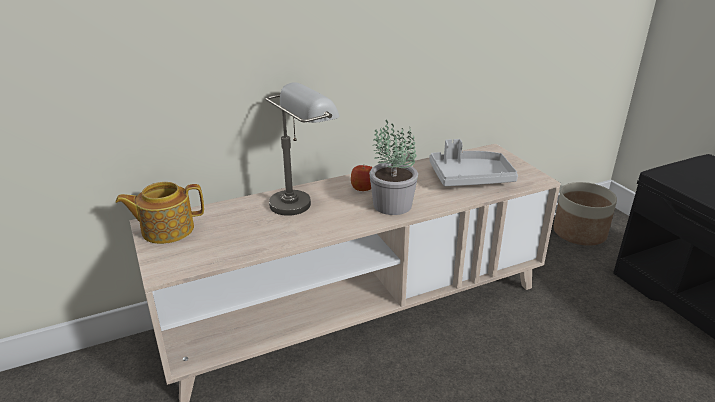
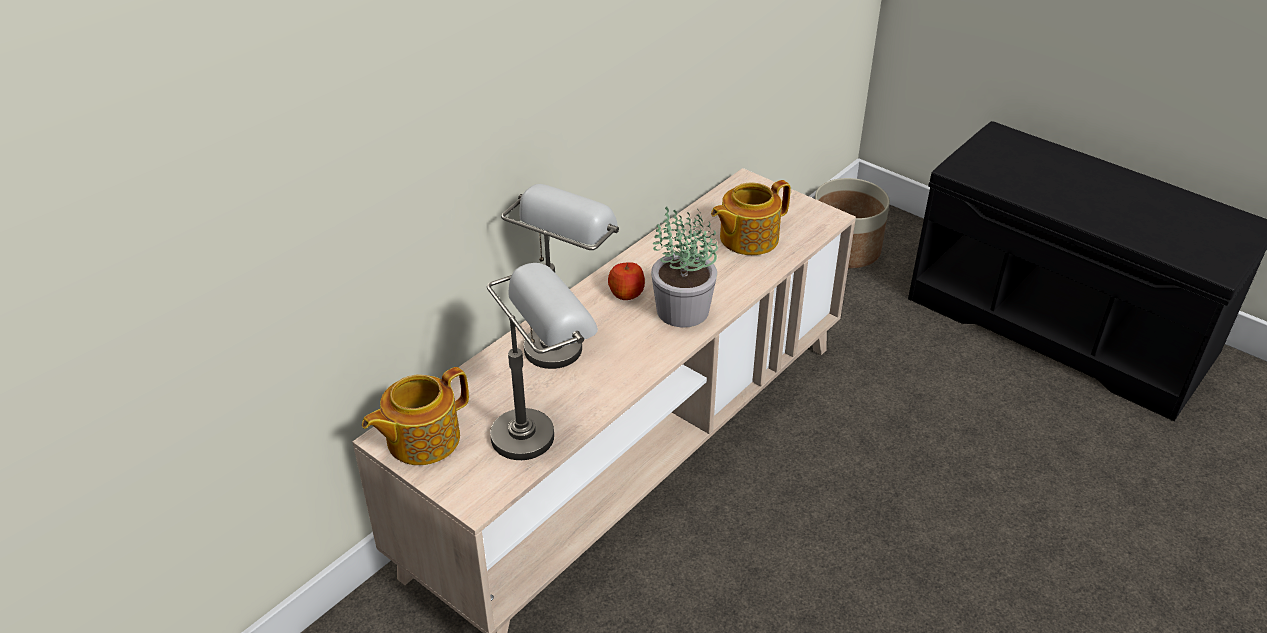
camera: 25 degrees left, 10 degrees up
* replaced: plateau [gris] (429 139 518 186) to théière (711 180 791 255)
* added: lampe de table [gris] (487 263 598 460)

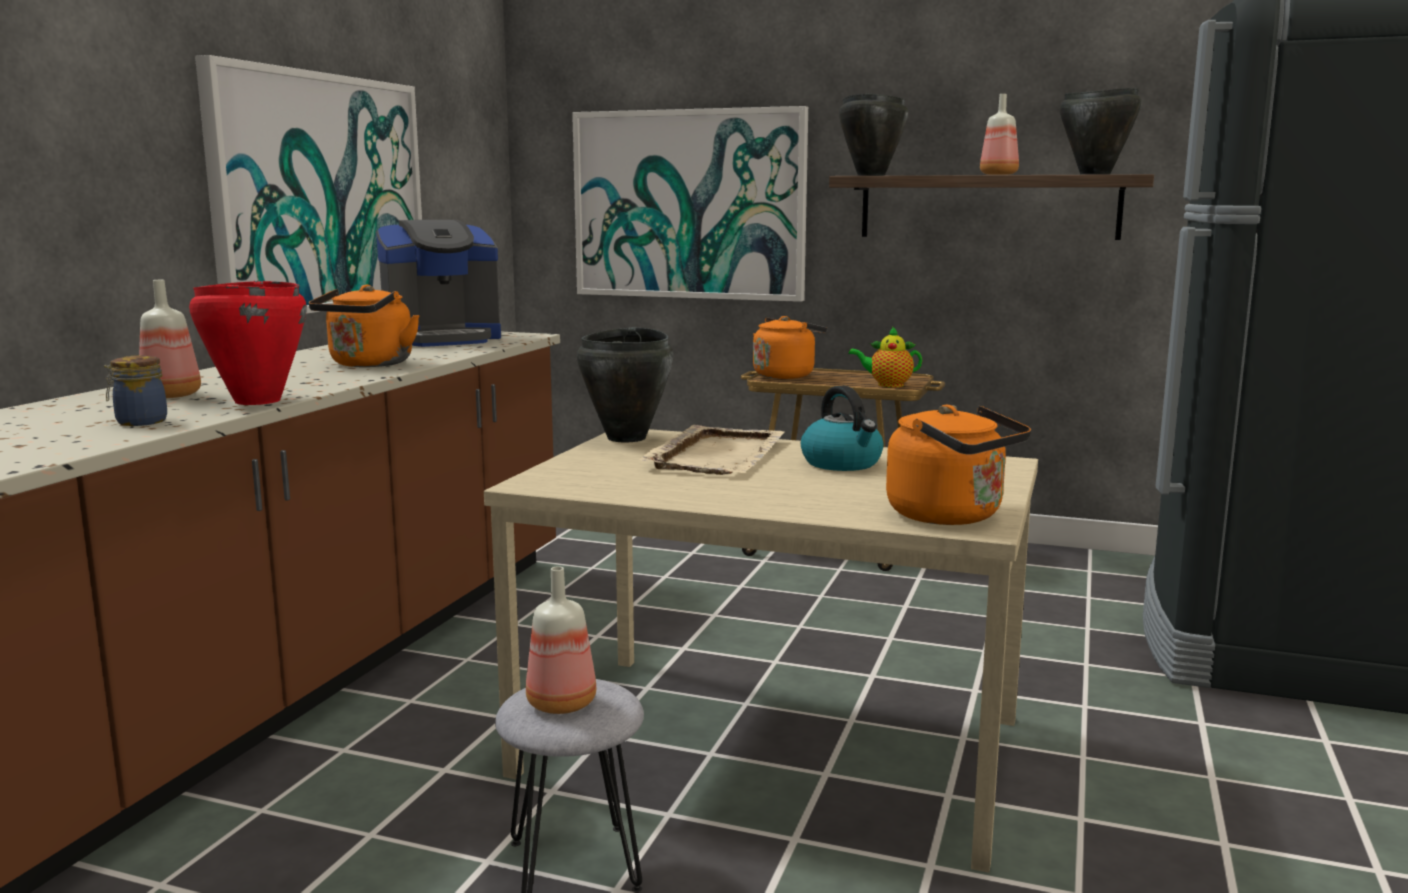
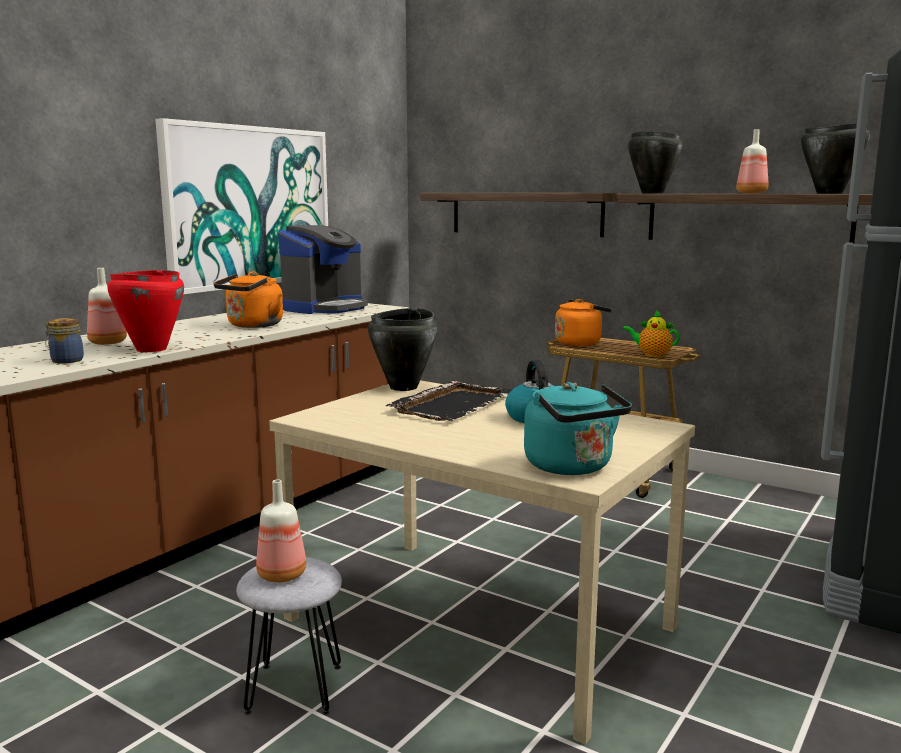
camera: 15 degrees right, 0 degrees up
* turned: machine à café (376 220 501 347) = (278 225 368 314) 45 degrees counterclockwise
* replaced: tableau (572 106 808 302) to étagère (421 193 621 237)
* recoloured: plateau [beige] (639 425 785 475) to plateau [noir] (385 381 511 421)
* recoloured: bouilloire [orange] (886 405 1031 525) to bouilloire [turquoise] (524 382 632 475)

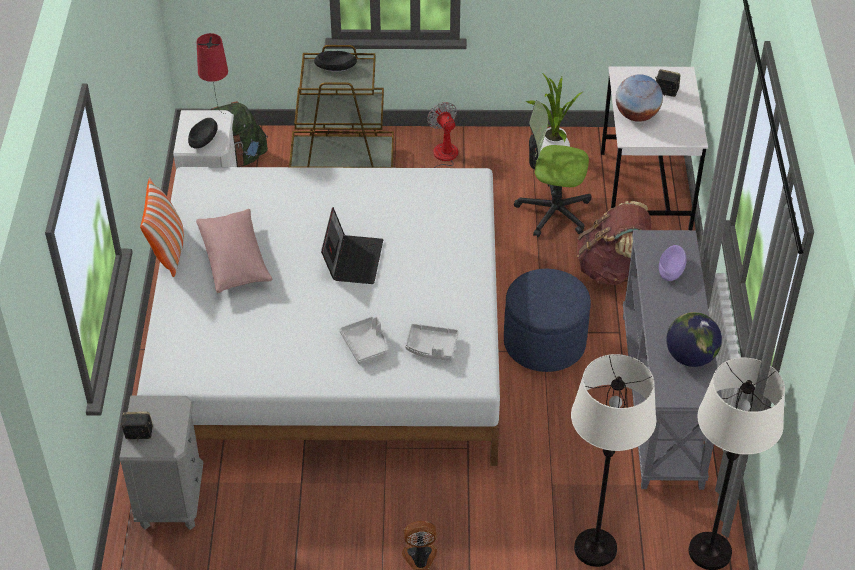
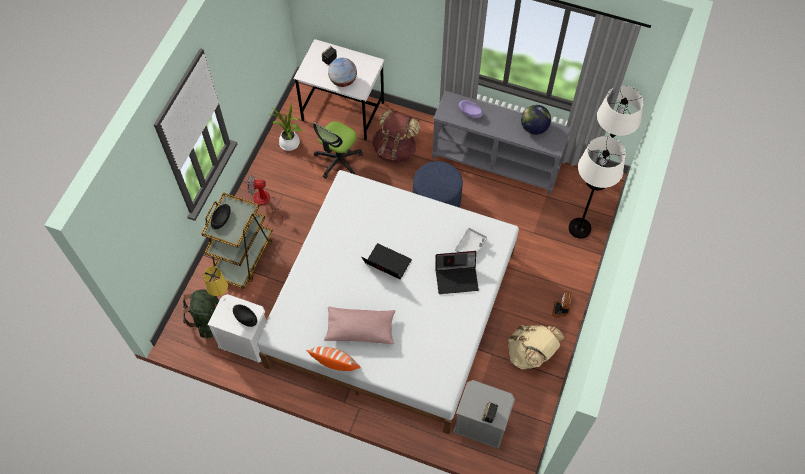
camera: 70 degrees left, 15 degrees up
* recoloured: lampe de table [rouge] (197 33 228 114) to lampe de table [jaune] (203 266 228 301)
* replaced: plateau [gris] (339 317 387 364) to ordinateur portable (436 251 479 294)
* added: sac à dos [beige] (508 325 564 369)

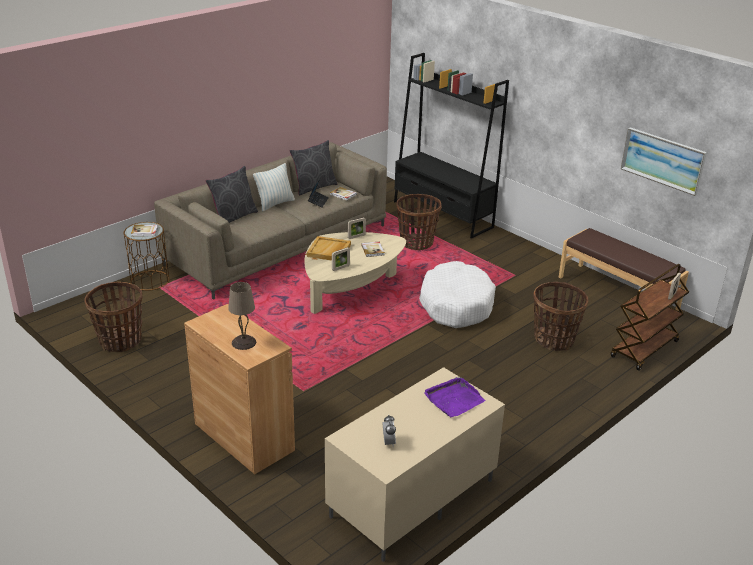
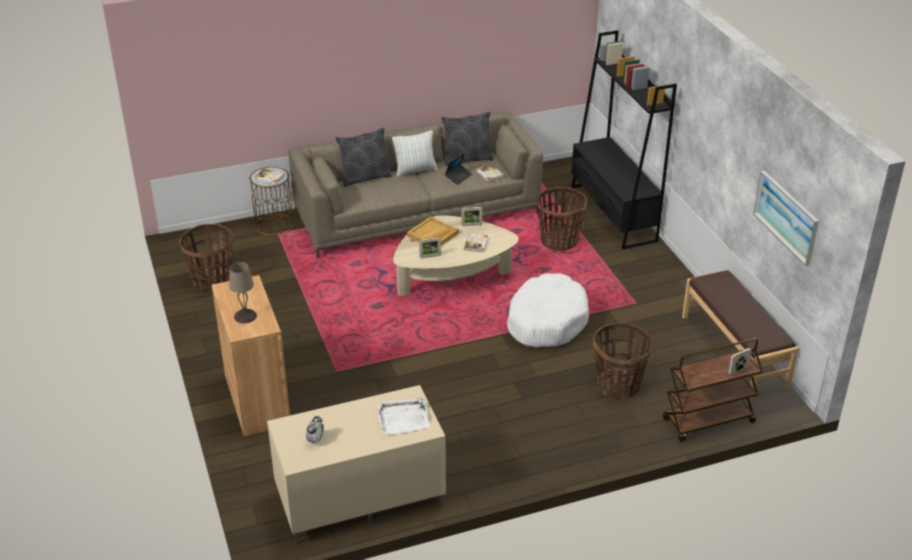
camera: 25 degrees right, 5 degrees up
* recoloured: plateau [violet] (424 377 485 417) to plateau [blanc] (378 398 430 434)

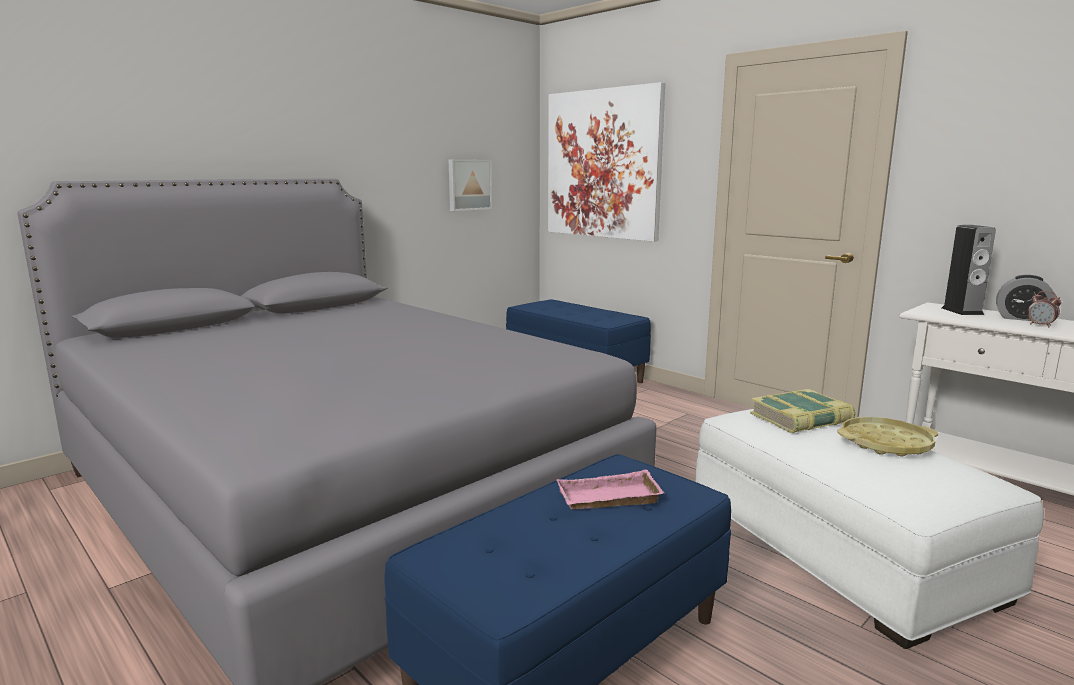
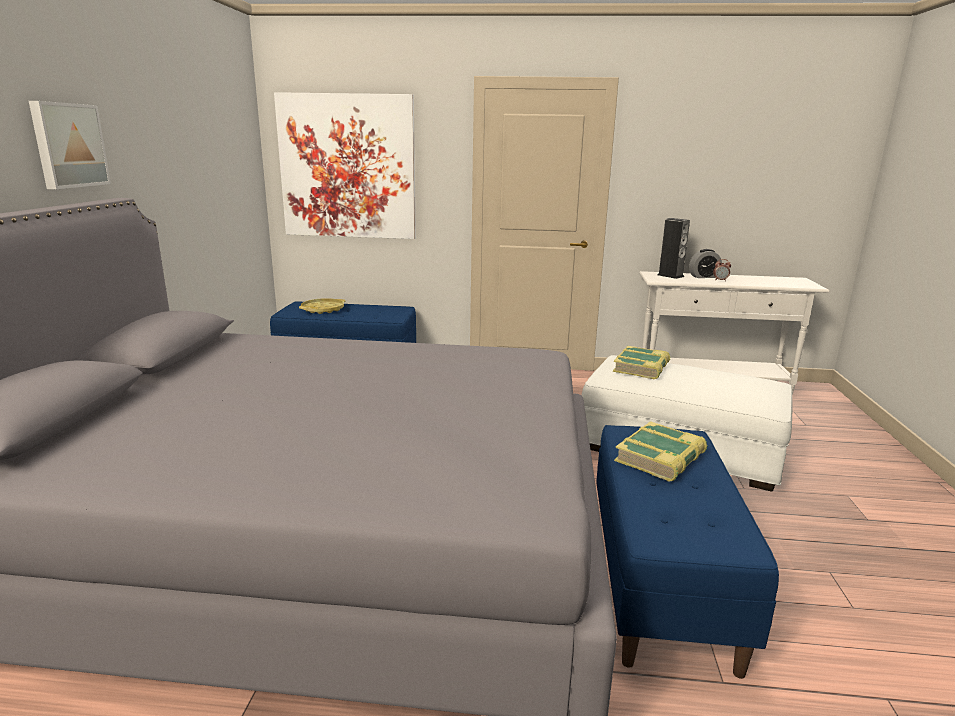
camera: 40 degrees left, 5 degrees up
* moved: tableau (448 159 492 211) to (29 101 111 189)
* replaced: plateau [rose] (556 470 664 509) to livre (614 421 708 482)
* moved: plateau [jaune] (837 417 938 456) to (299 298 346 314)

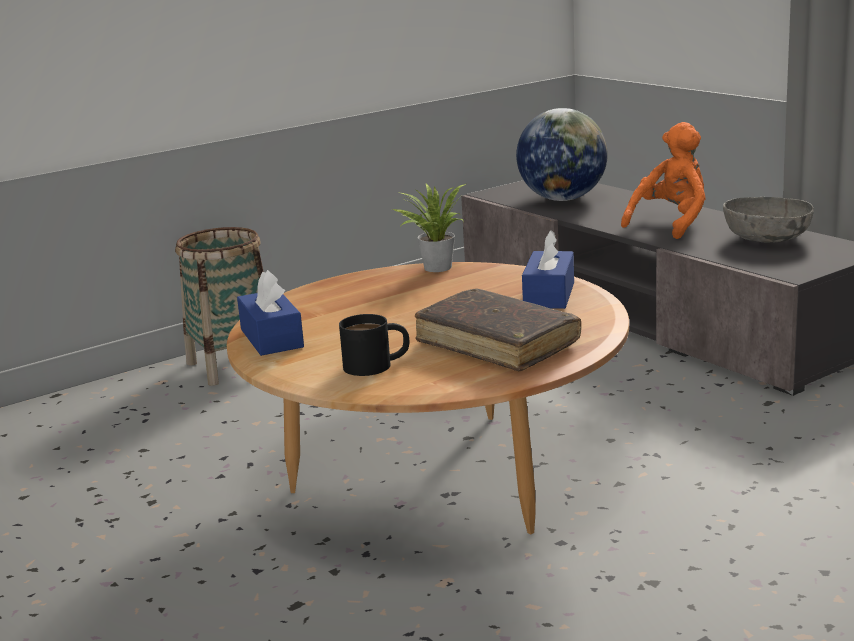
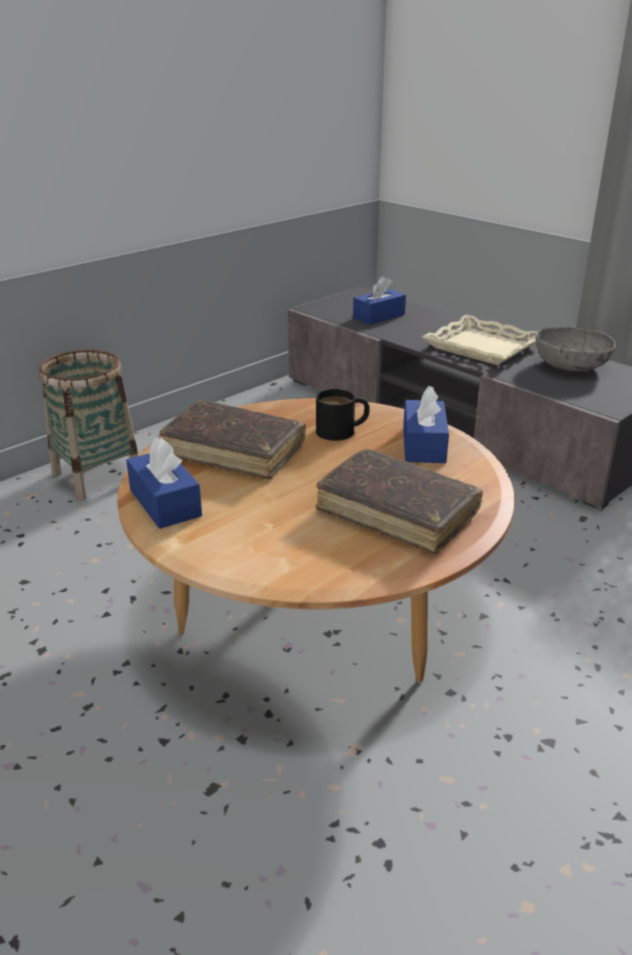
camera: 10 degrees left, 10 degrees up
* moved: mug [noir] (339 314 409 376) to (316 389 370 441)
* removed: plante en pot (393 184 466 272)
* replaced: globe (516 108 608 201) to boîte à mouchoirs [bleu] (353 276 406 325)
* replaced: peluche [orange] (621 122 706 239) to plateau [beige] (422 315 537 365)
* added: livre [marron] (159 400 306 479)

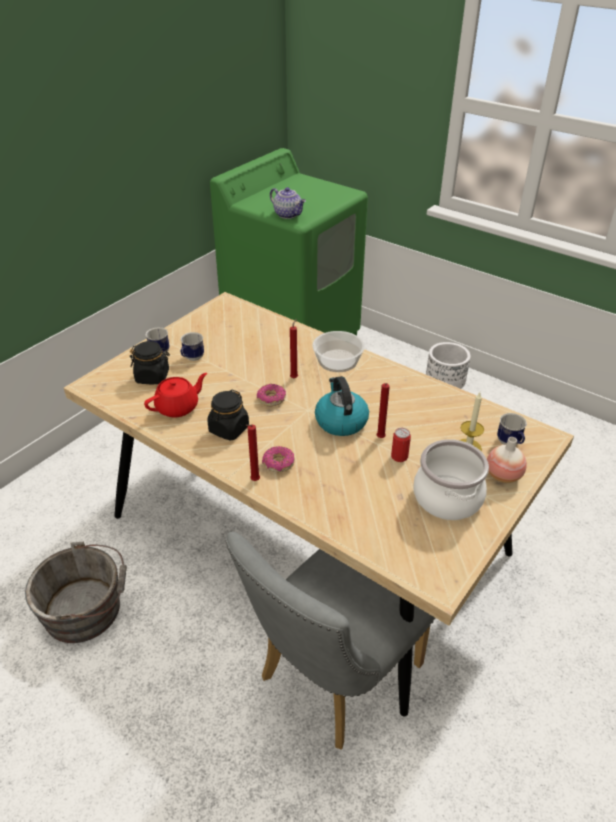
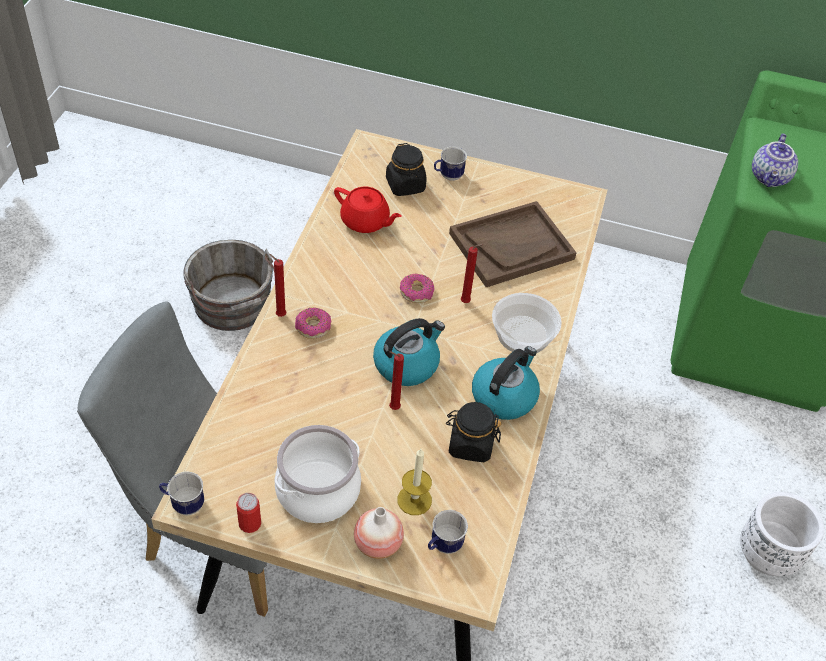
camera: 65 degrees right, 10 degrees up
* moved: mug (181 332 204 361) to (159 471 204 515)
* moved: bocal [noir] (207 390 249 440) to (446 402 501 462)
* moved: boîte métallique (391 428 411 462) to (236 493 261 533)
* added: plateau [marron] (449 201 577 287)
* added: bouilloire (472 346 540 420)

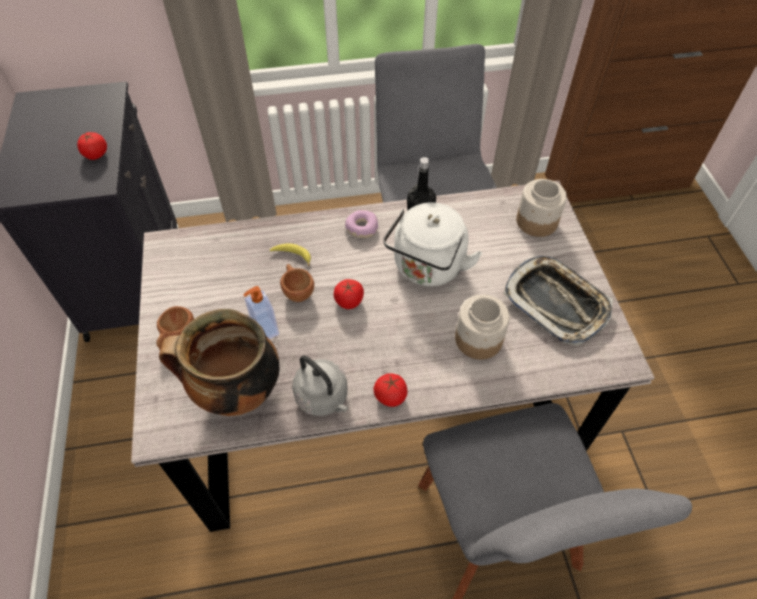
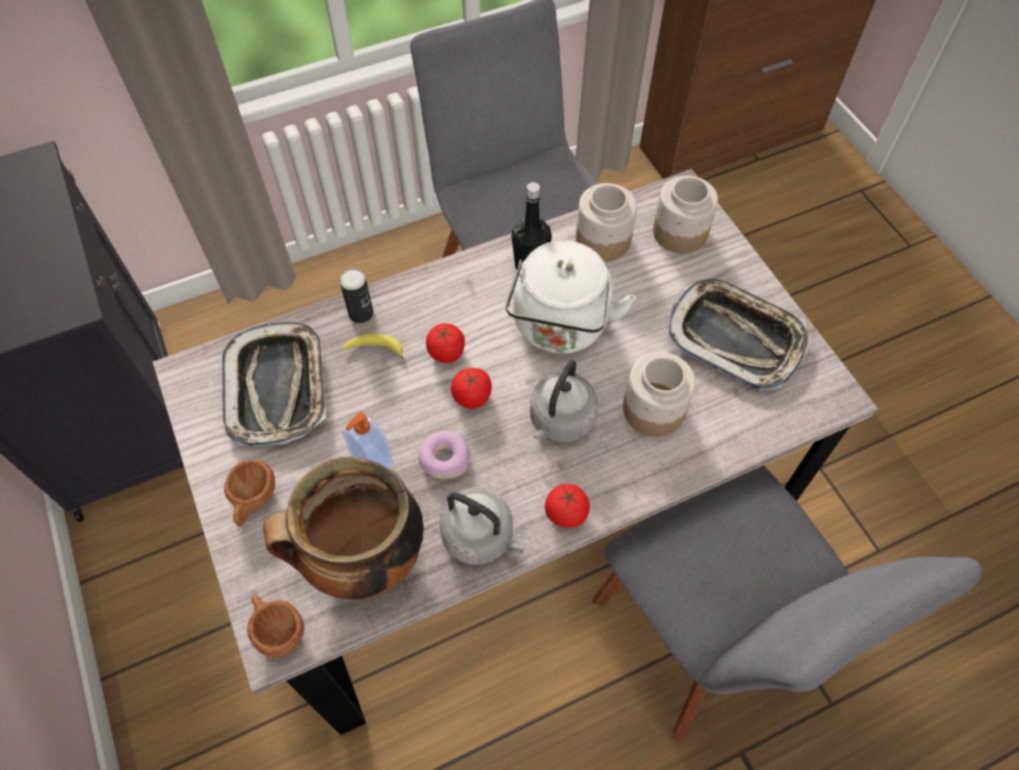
camera: 15 degrees left, 5 degrees up
* moved: tomate (77 132 107 160) to (426 323 465 363)
* moved: tasse [marron] (280 264 314 302) to (247 595 304 658)
* moved: beignet (345 210 378 238) to (419 431 470 479)
* added: plateau (222 320 326 447)
* added: boîte métallique (339 269 374 323)
* added: bouilloire [gris] (530 360 598 442)
* added: bocal (576 183 637 261)

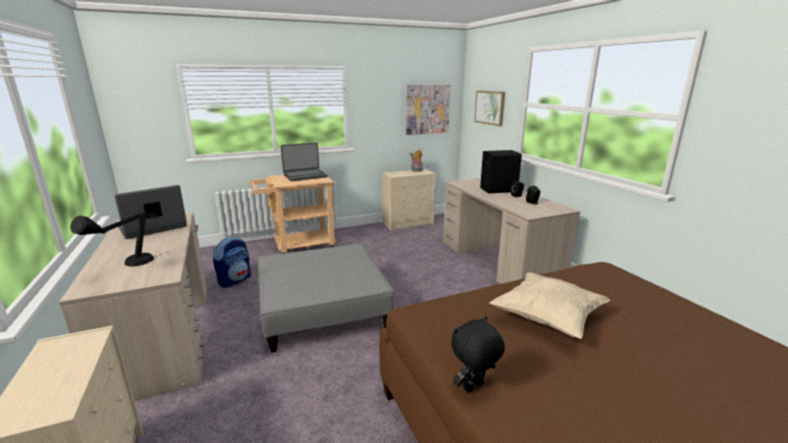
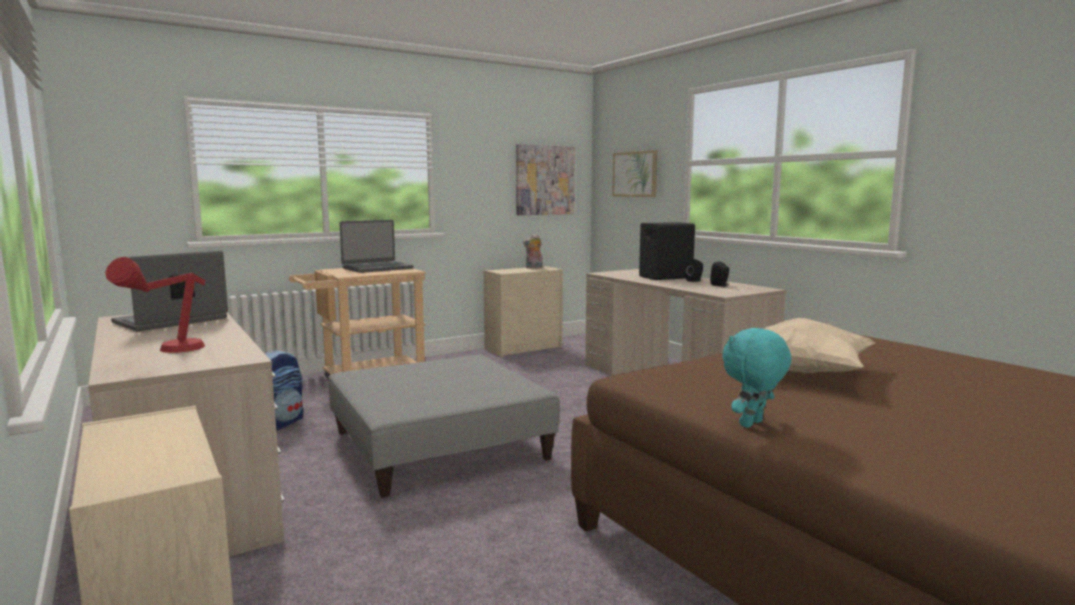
camera: 10 degrees left, 10 degrees down
* recoloured: lampe de table [noir] (70 212 155 266) to lampe de table [rouge] (106 257 205 353)
* recoloured: peluche [noir] (451 316 505 392) to peluche [turquoise] (722 328 791 428)

